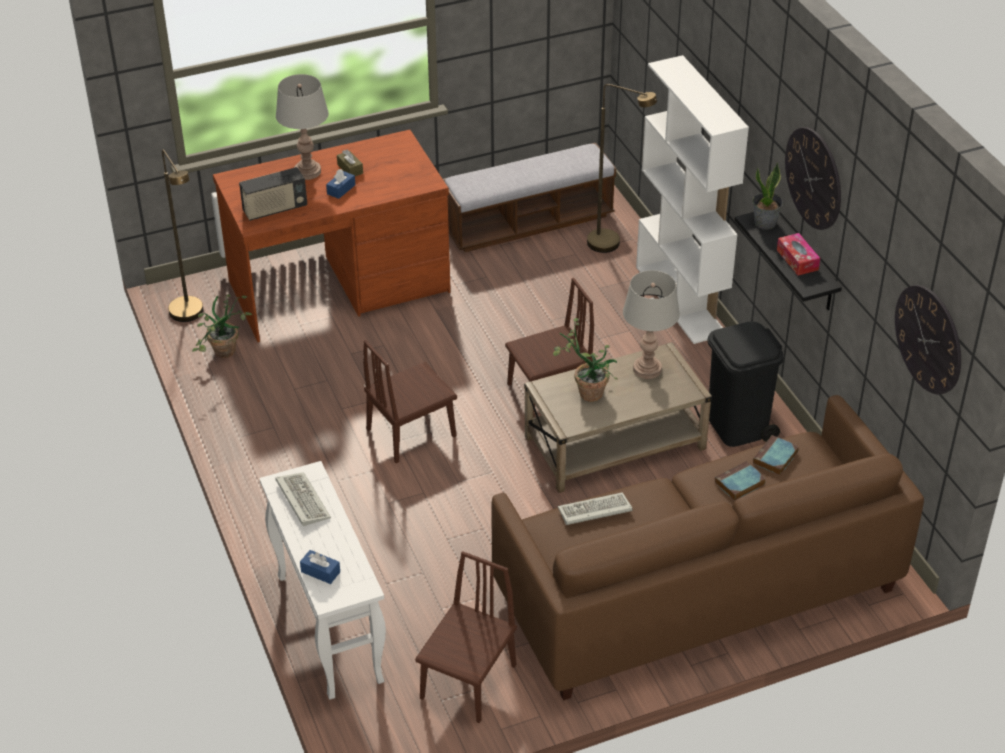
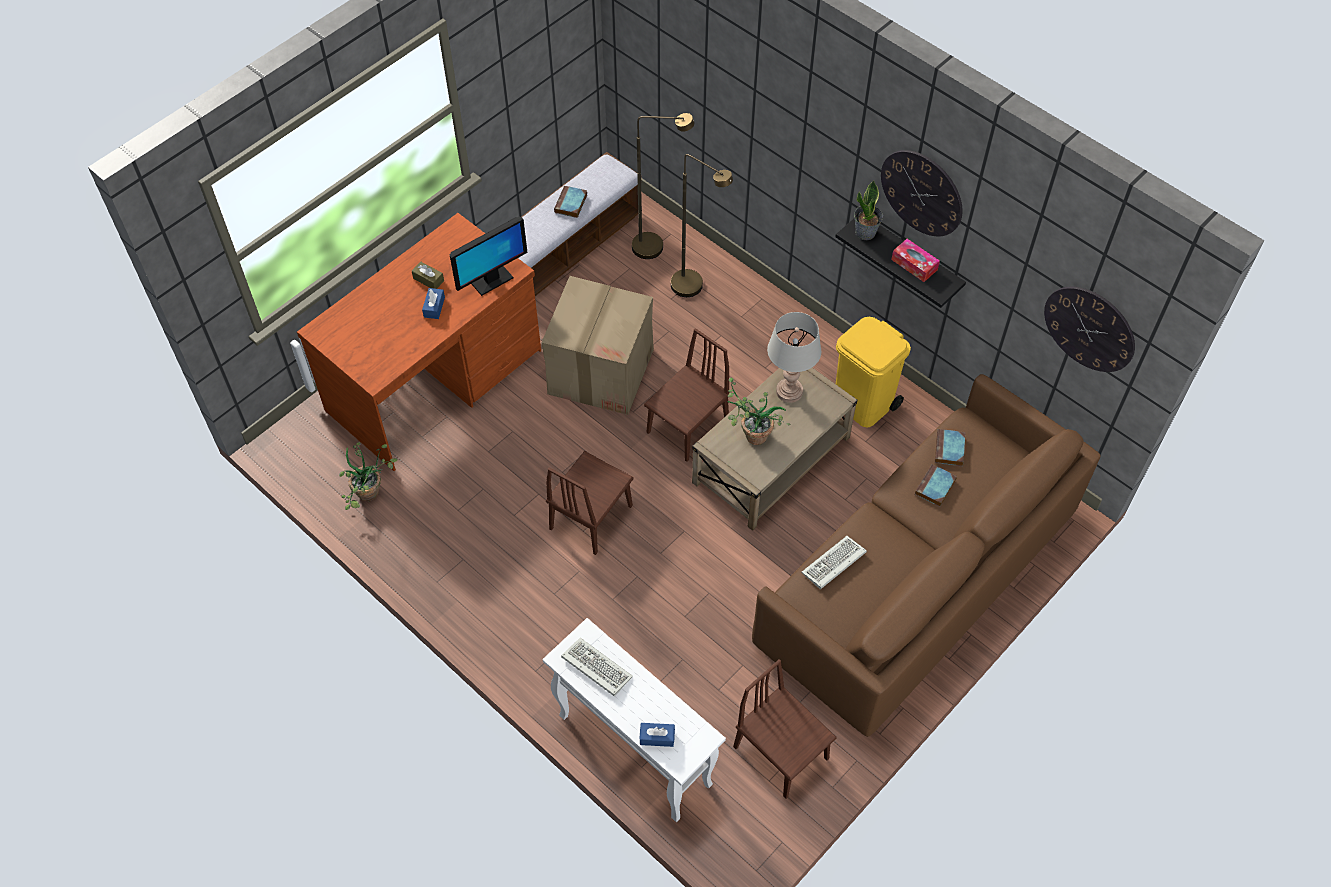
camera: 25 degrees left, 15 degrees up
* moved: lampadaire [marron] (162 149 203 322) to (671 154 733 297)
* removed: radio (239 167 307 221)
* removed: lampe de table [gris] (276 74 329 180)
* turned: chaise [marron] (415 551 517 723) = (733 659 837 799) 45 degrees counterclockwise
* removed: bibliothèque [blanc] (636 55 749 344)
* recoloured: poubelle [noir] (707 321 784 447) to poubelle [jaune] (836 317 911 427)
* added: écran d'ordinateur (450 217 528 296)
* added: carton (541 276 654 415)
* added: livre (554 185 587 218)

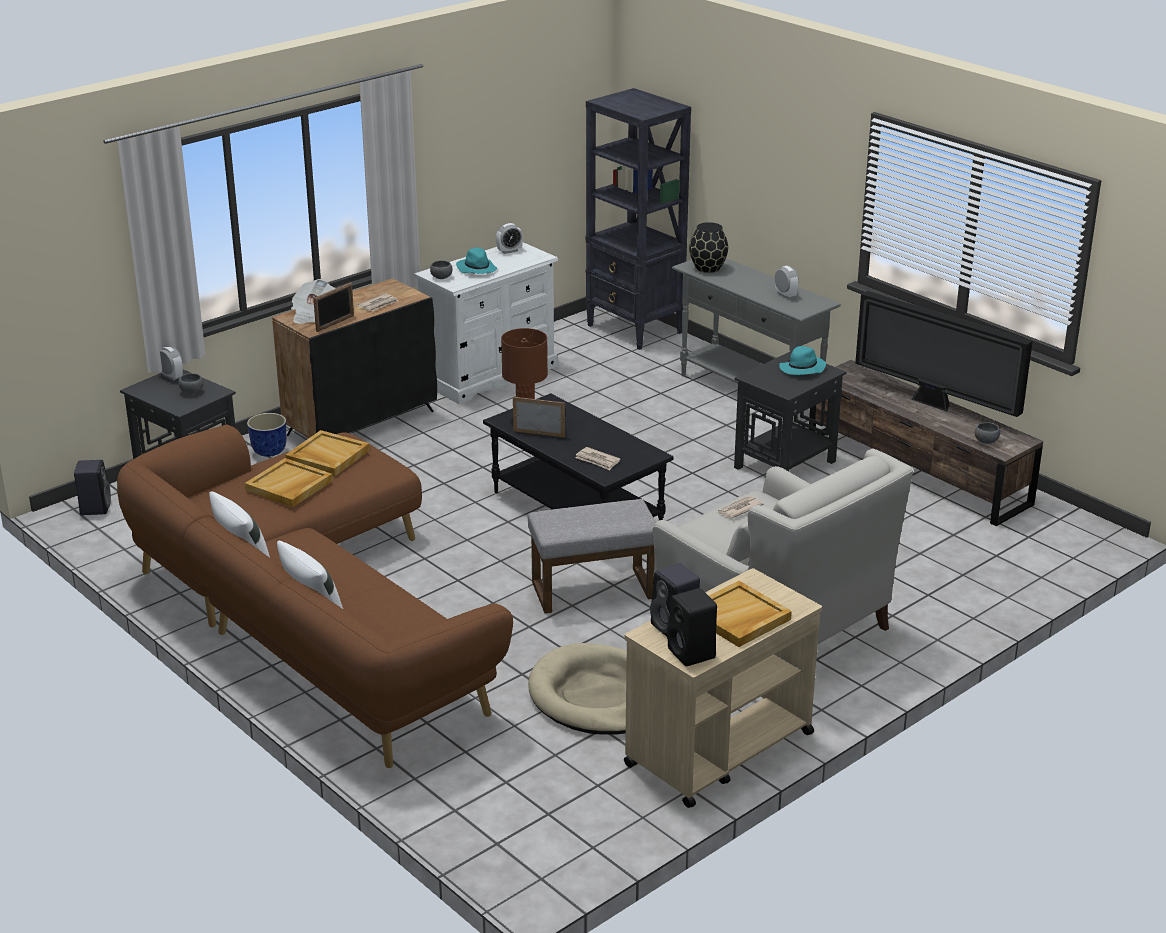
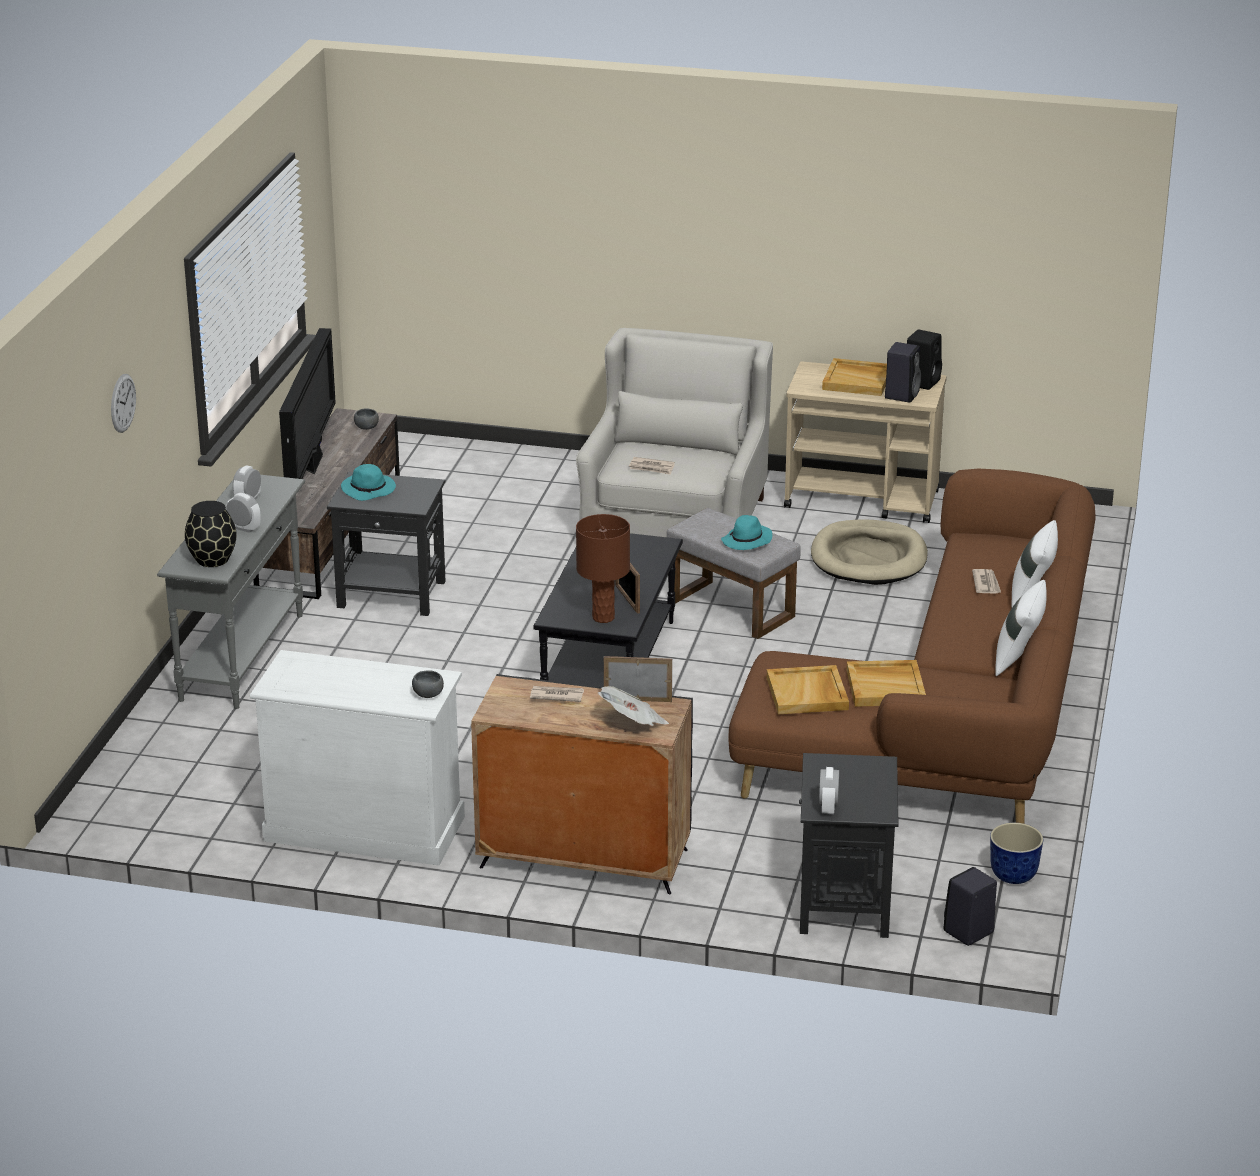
camera: 125 degrees left, 0 degrees up
* removed: bol [gris] (178 373 203 394)
* moved: cache-pot (247 413 286 457) to (990 823 1043 884)
* moved: chapeau [turquoise] (456 247 497 274) to (721 515 772 550)
* moved: réveil (496 223 523 254) to (226 493 260 533)
* moved: journal (575 447 620 470) to (972 569 1001 594)
* removed: bibliothèque [noir] (585 88 691 350)
* added: horloge murale (111 374 136 433)

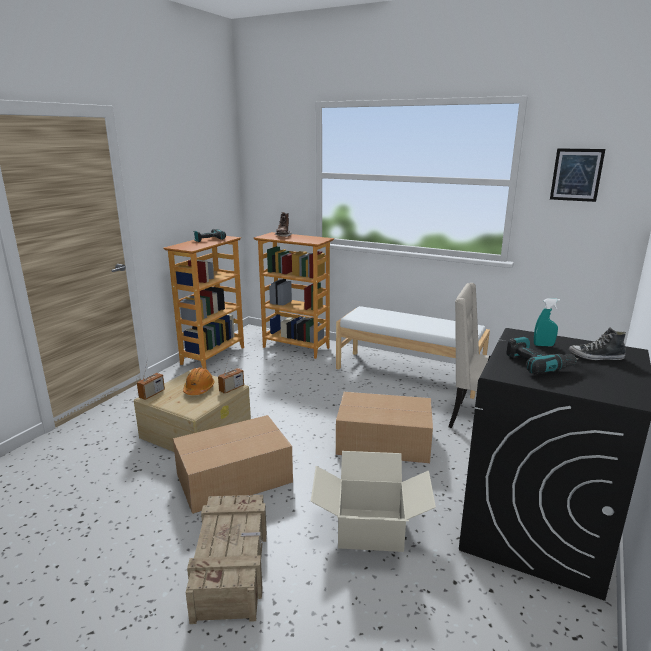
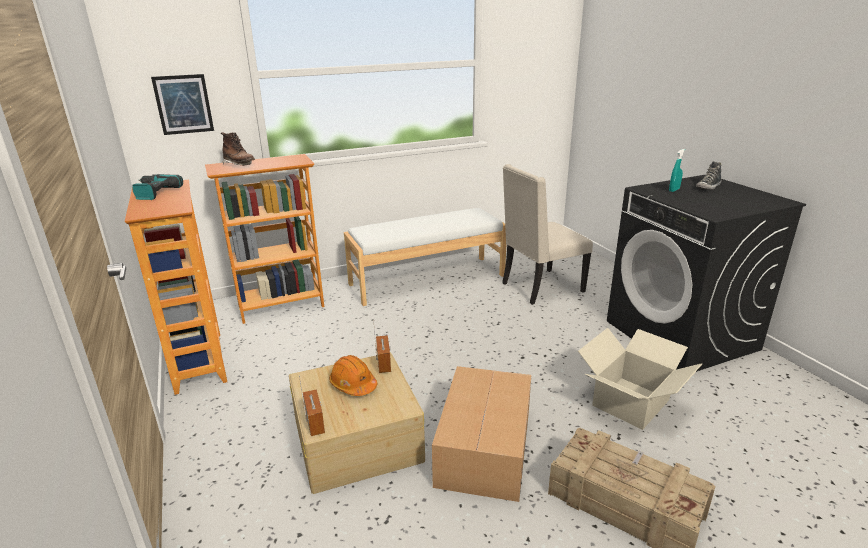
camera: 50 degrees left, 5 degrees up
* removed: carton (336 392 433 463)
* removed: perceuse (507 337 579 375)
* moved: tableau (550 148 605 202) to (151 74 214 135)

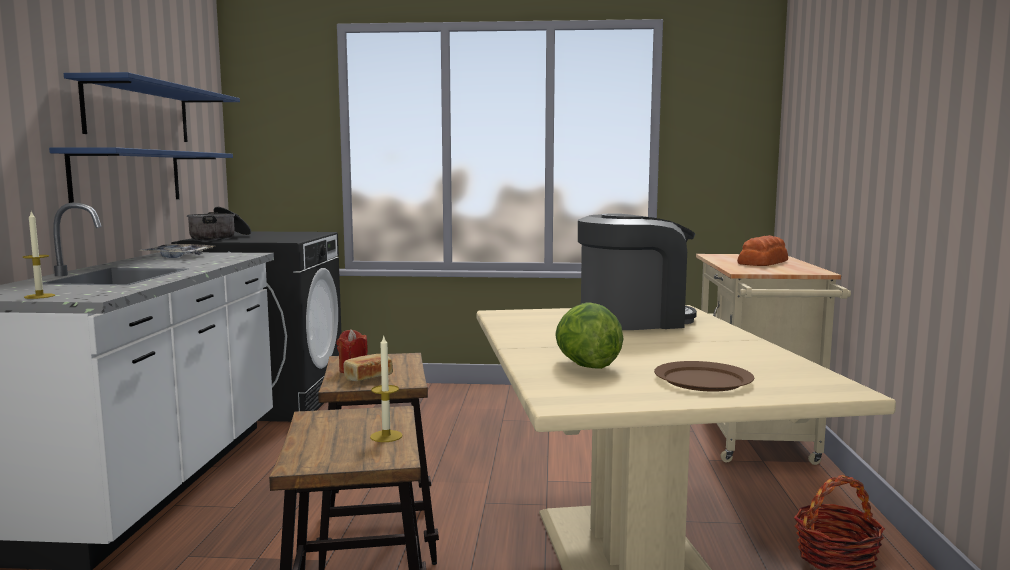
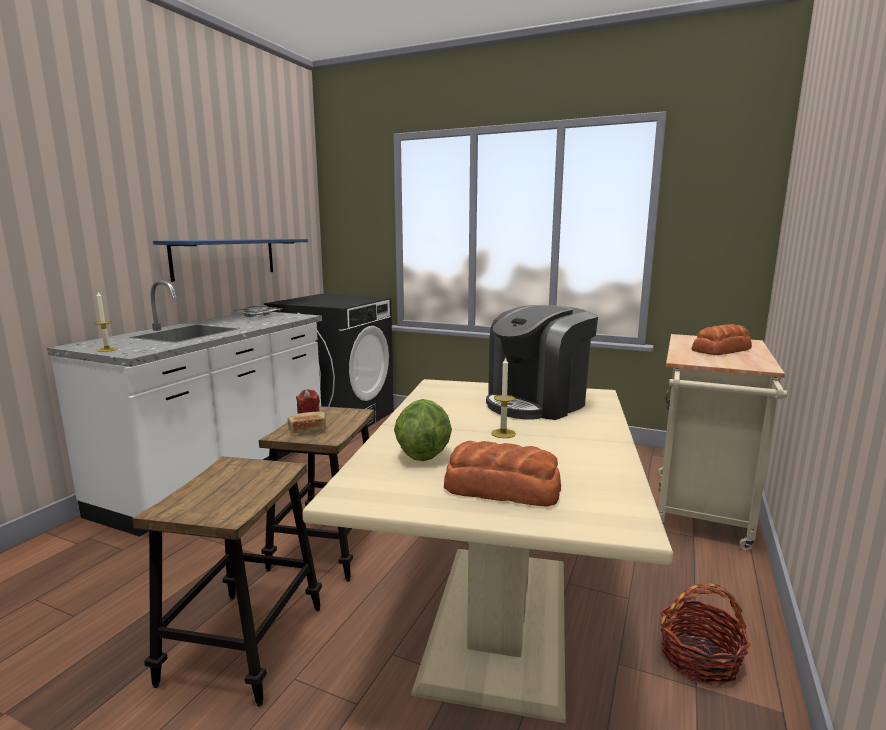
camera: 20 degrees right, 5 degrees up
* removed: étagère [bleu] (64 72 240 142)
* removed: marmite (187 207 251 241)
* moved: bougie (370 336 403 442) to (491 357 516 438)
* turned: machine à café (578 213 697 330) = (486 305 598 420) 135 degrees clockwise
* replaced: assiette [marron] (654 361 754 392) to pain (444 441 561 507)

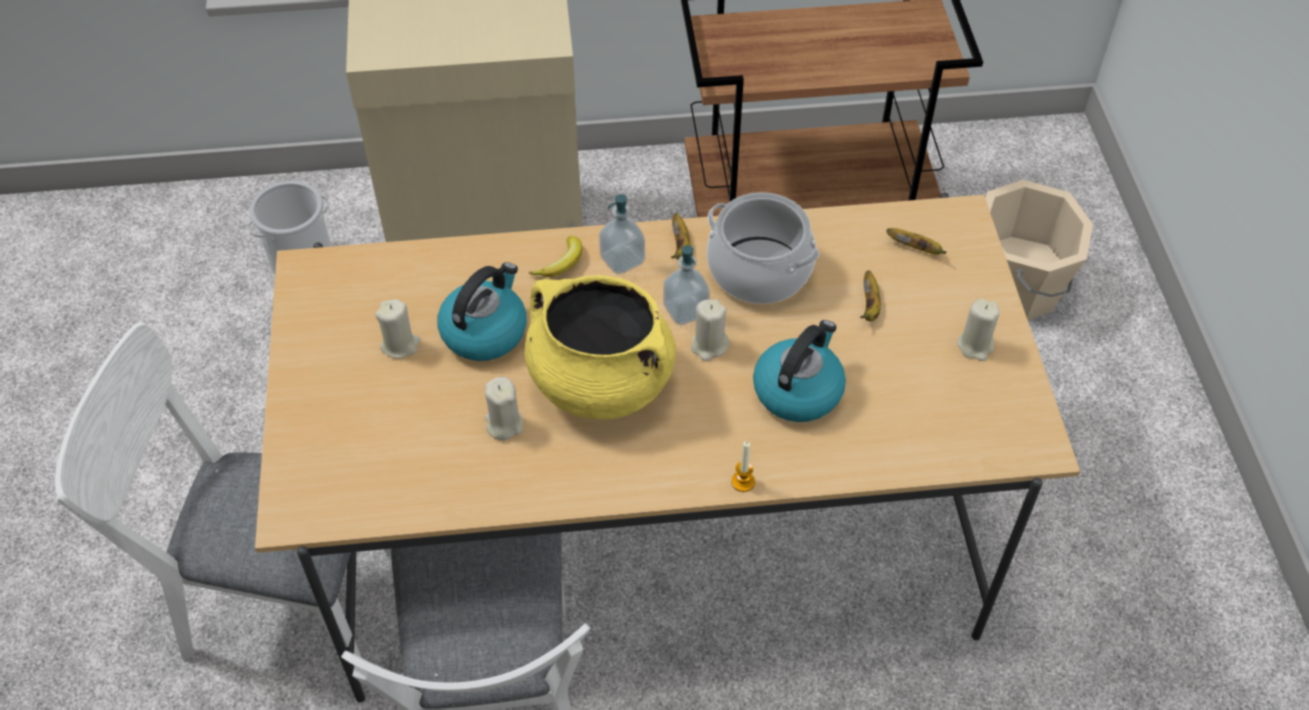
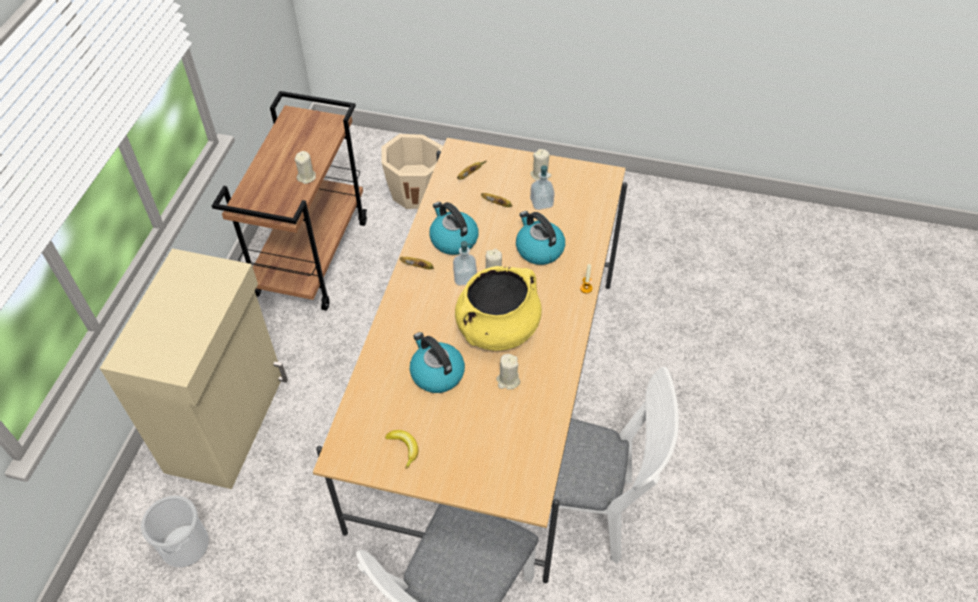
camera: 70 degrees left, 0 degrees up
* moved: bougie [beige] (375 299 420 359) to (295 151 316 184)
* moved: banane (529 236 582 277) to (385 430 418 469)
* moved: distributeur de savon (599 194 645 274) to (530 165 555 210)
* replaced: marmite (707 192 819 304) to bouilloire (429 202 479 255)

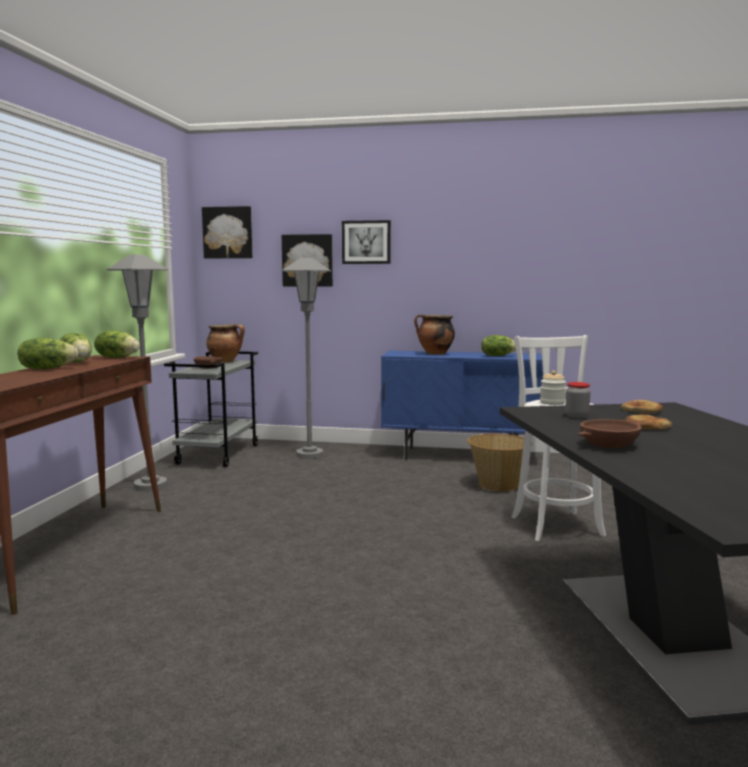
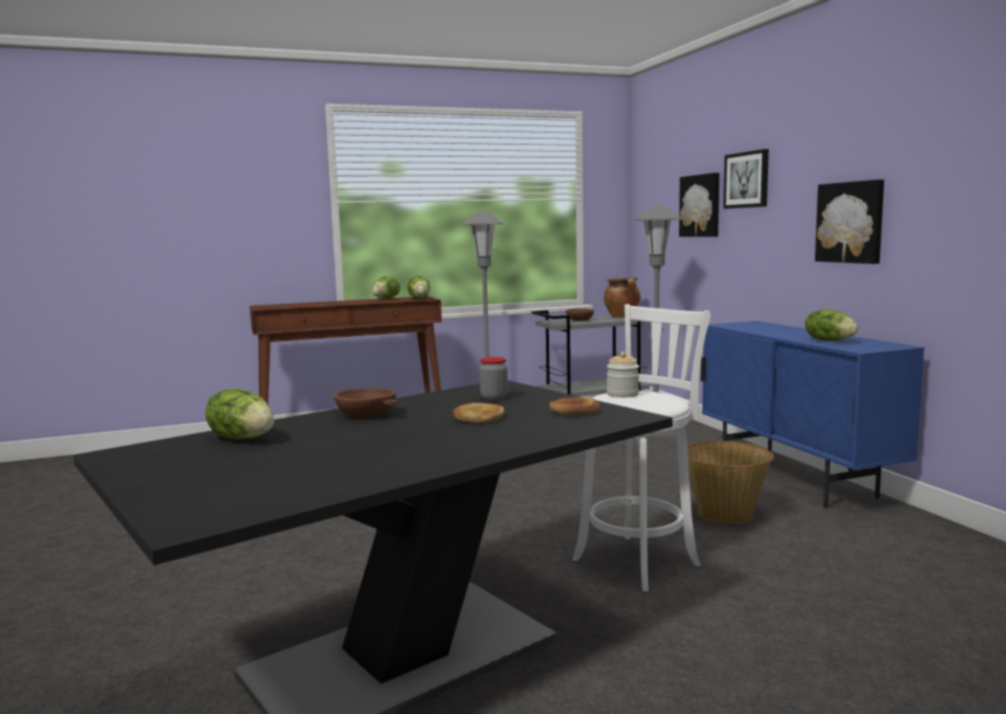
camera: 60 degrees right, 0 degrees up
* moved: laitue (18 338 78 370) to (205 389 274 440)
* moved: tableau (202 206 252 258) to (815 179 884 264)
* removed: marmite (414 315 455 355)

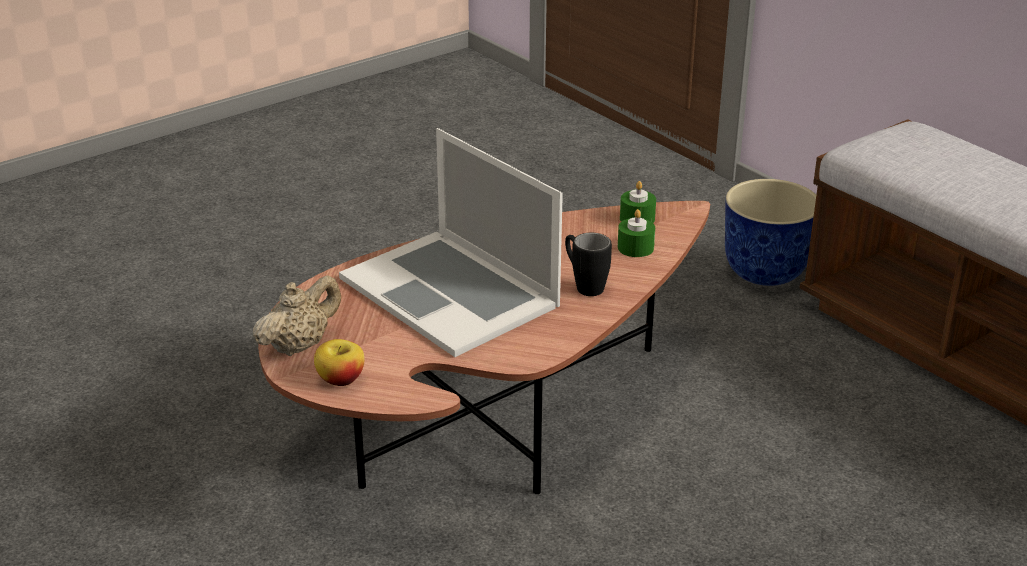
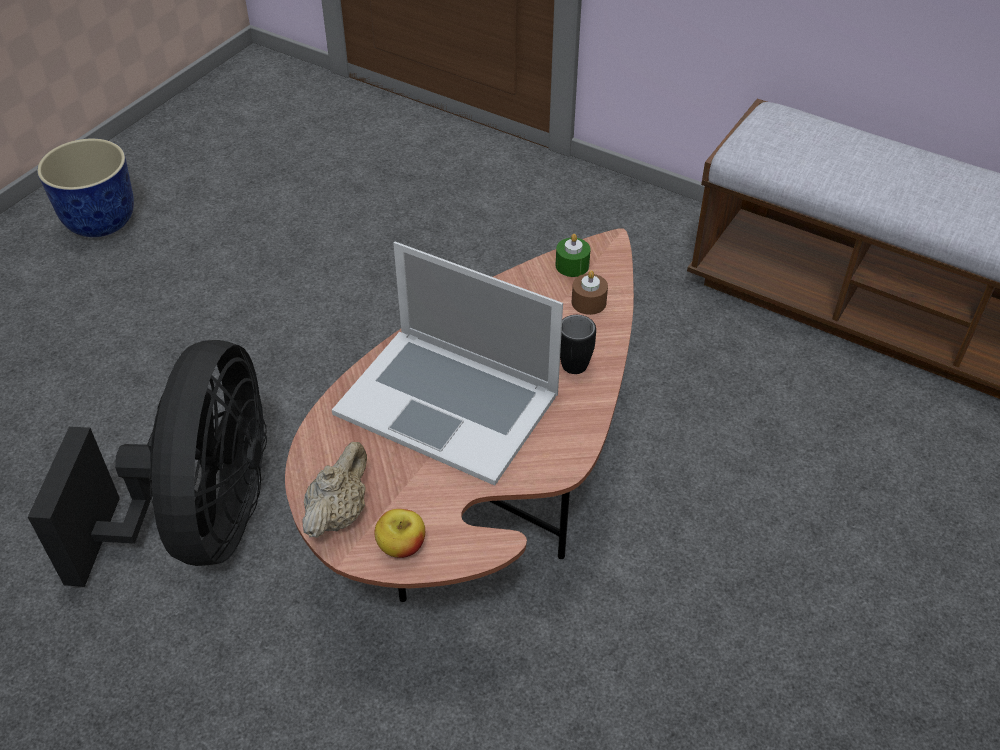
camera: 20 degrees left, 15 degrees up
* recoloured: bougie [vert] (618 209 655 257) to bougie [marron] (572 270 608 315)
* moved: cache-pot (725 179 816 286) to (37 139 134 237)
* added: ventilateur [noir] (28 340 267 587)

